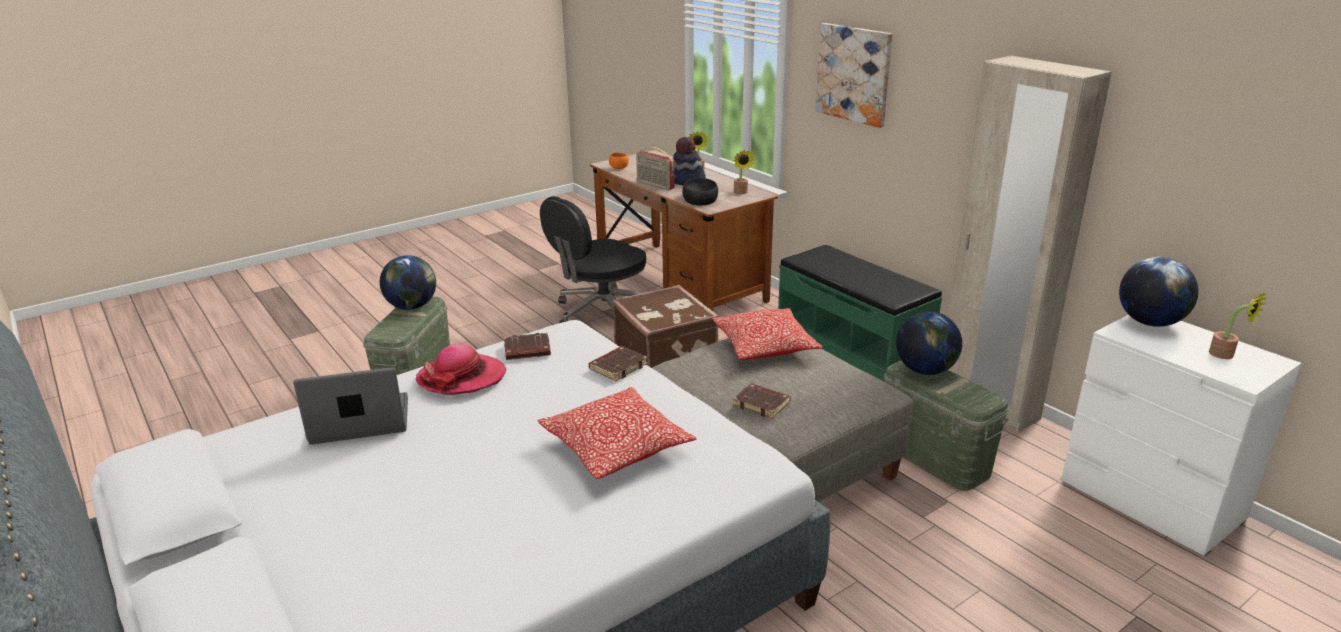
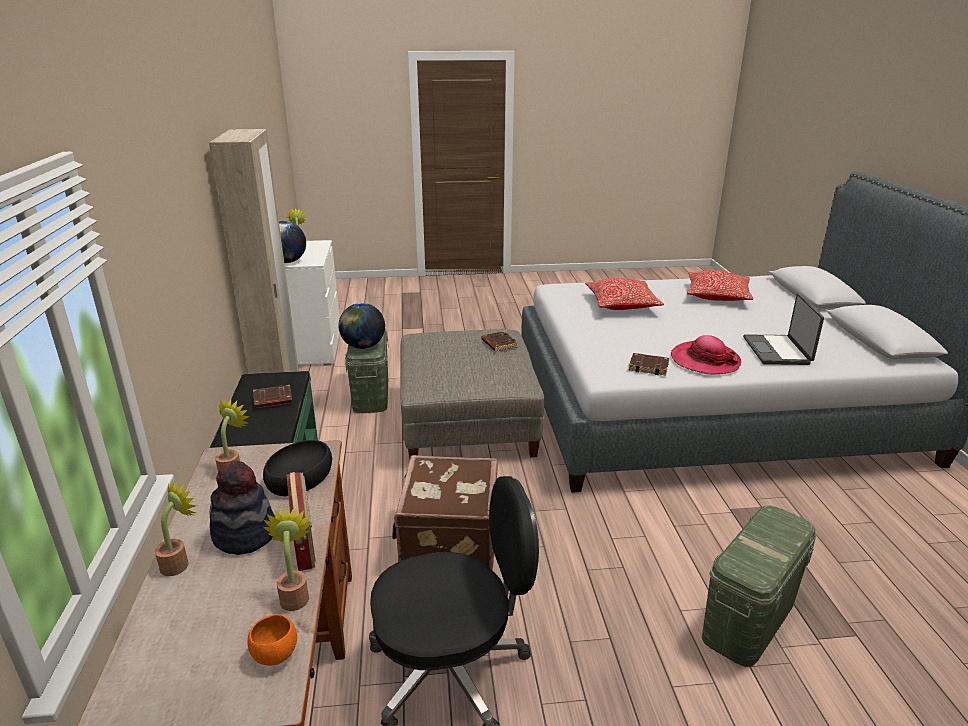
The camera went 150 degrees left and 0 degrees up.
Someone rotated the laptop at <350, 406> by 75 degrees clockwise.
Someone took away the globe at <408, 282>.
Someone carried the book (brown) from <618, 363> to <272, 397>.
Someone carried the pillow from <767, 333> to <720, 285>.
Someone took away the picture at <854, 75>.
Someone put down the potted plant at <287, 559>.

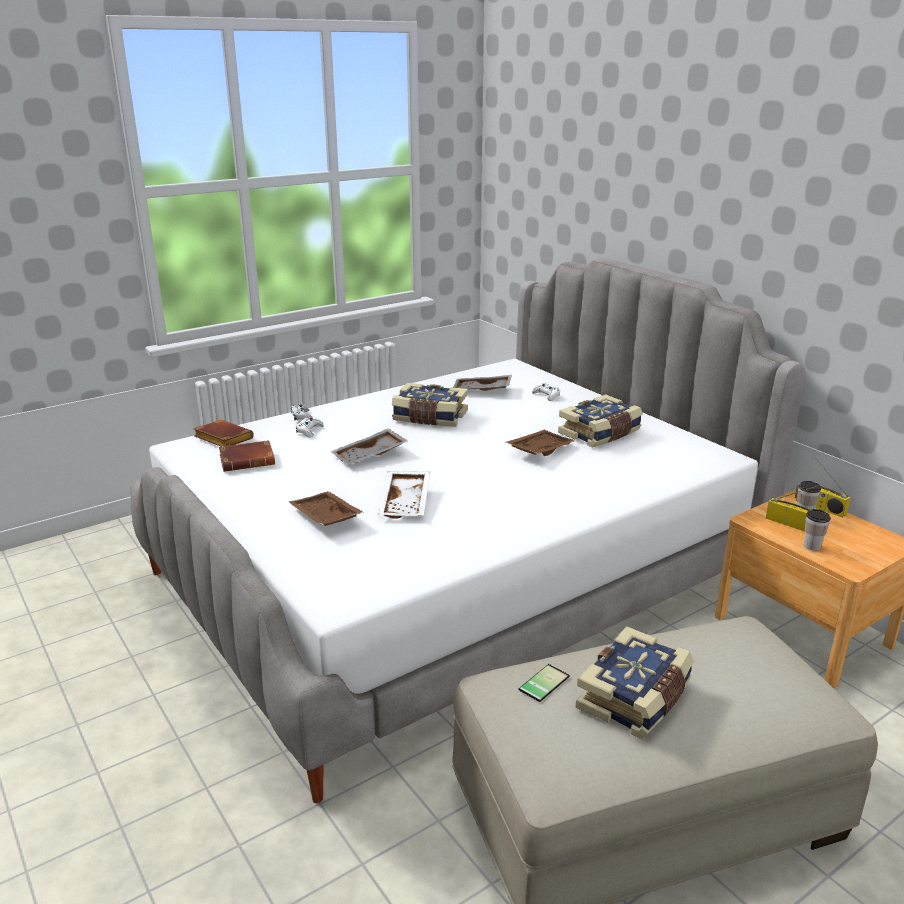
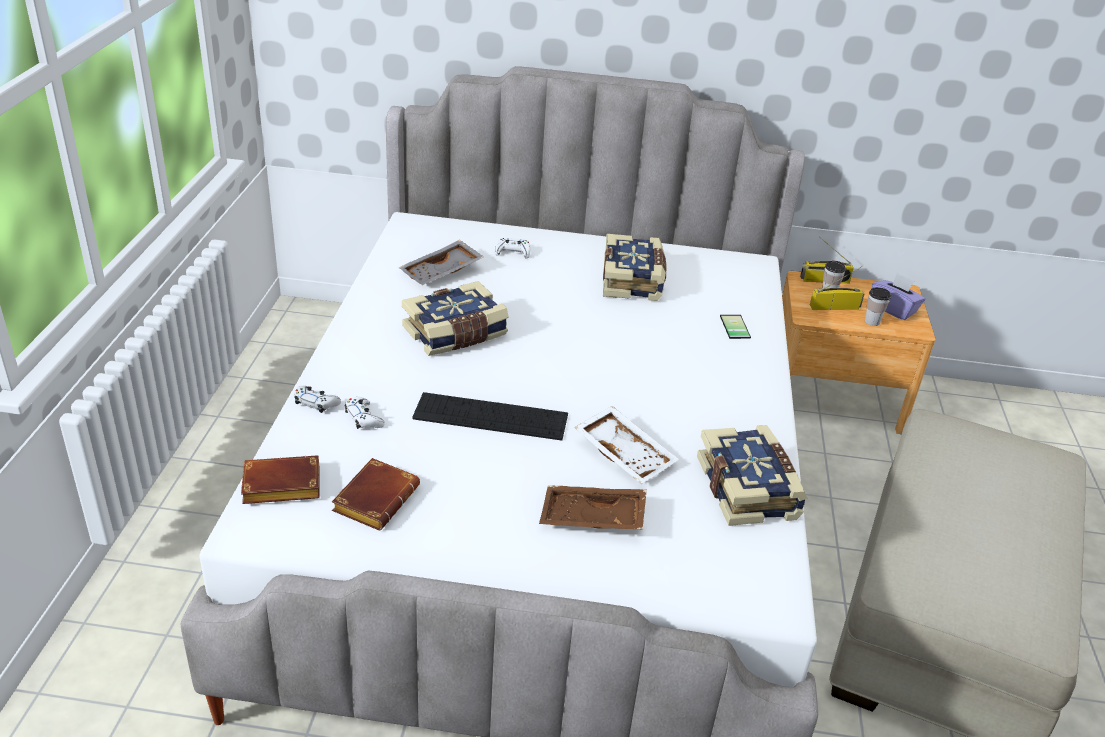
The camera went 50 degrees left and 10 degrees up.
Someone swapped the tray (grey) at <369, 447> for the keyboard at <490, 416>.
Someone took away the tray (brown) at <540, 442>.
Someone carried the phone from <544, 683> to <735, 327>.
Someone carried the book from <635, 682> to <752, 475>.
Someone put down the tissue box (purple) at <899, 296>.

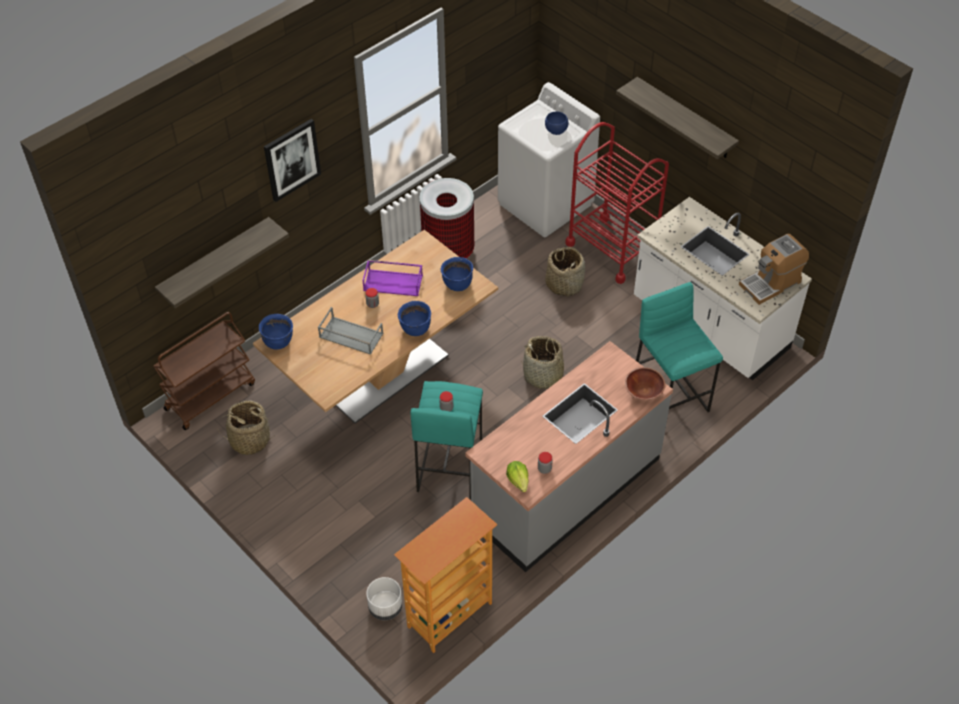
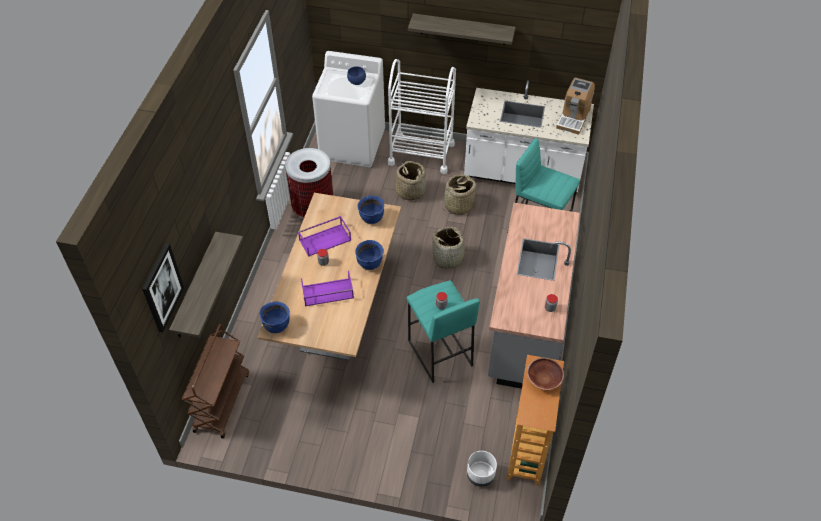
The camera went 35 degrees left and 0 degrees up.
Someone carried the basket from <246, 428> to <460, 194>.
Someone carried the picture from <292, 160> to <163, 287>.
Someone repainted the tray (grey) at <350, 331>, which became the tray (purple) at <327, 288>.
Someone took away the lettuce at <517, 476>.
Someone repainted the cart (red) at <617, 203>, which became the cart (white) at <422, 116>.
Someone carried the bowl (brown) from <645, 383> to <545, 374>.

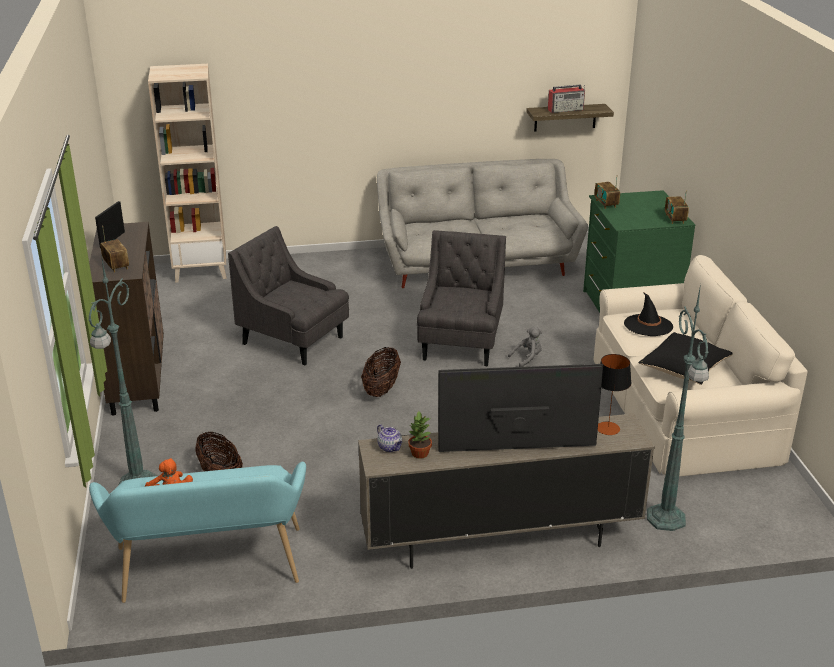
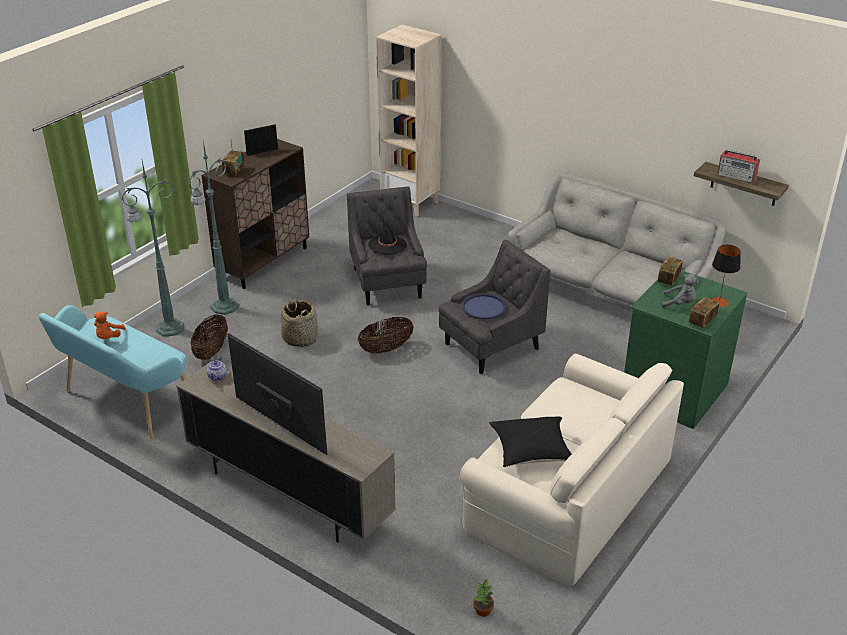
The camera went 45 degrees right and 5 degrees up.
Someone carried the potted plant from <420, 435> to <483, 597>.
Someone carried the plush toy (grey) from <525, 347> to <679, 291>.
Someone carried the table lamp from <614, 394> to <726, 276>.
Someone carried the hat (black) from <648, 314> to <387, 235>.
Someone carried the floor lamp (green) from <678, 407> to <214, 228>.
Someone put down the basket at <299, 323>.
Someone put down the tray (blue) at <484, 306>.

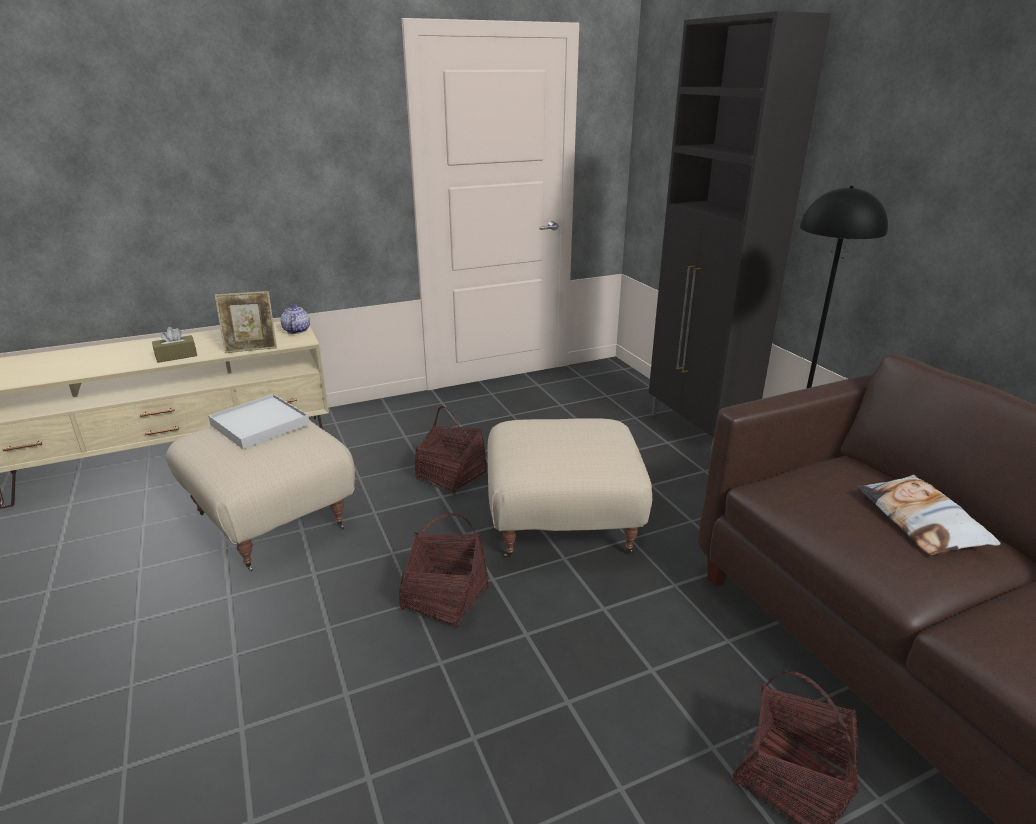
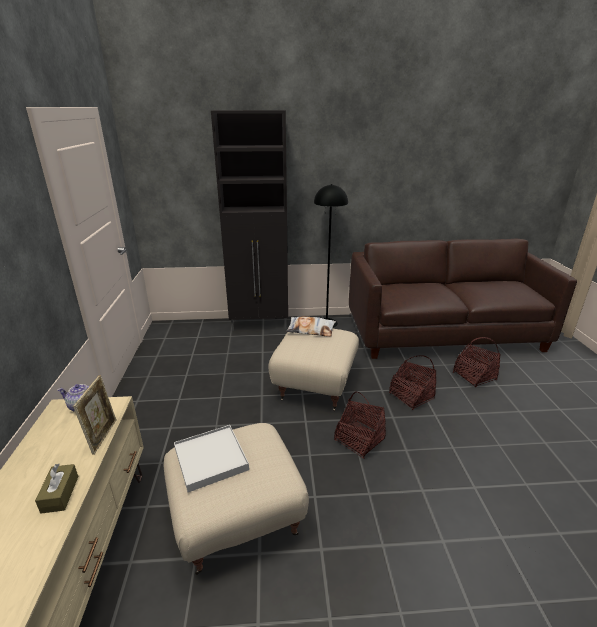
The camera went 70 degrees left and 0 degrees up.
Someone carried the basket from <450, 450> to <412, 382>.
Someone carried the pillow from <929, 515> to <311, 327>.

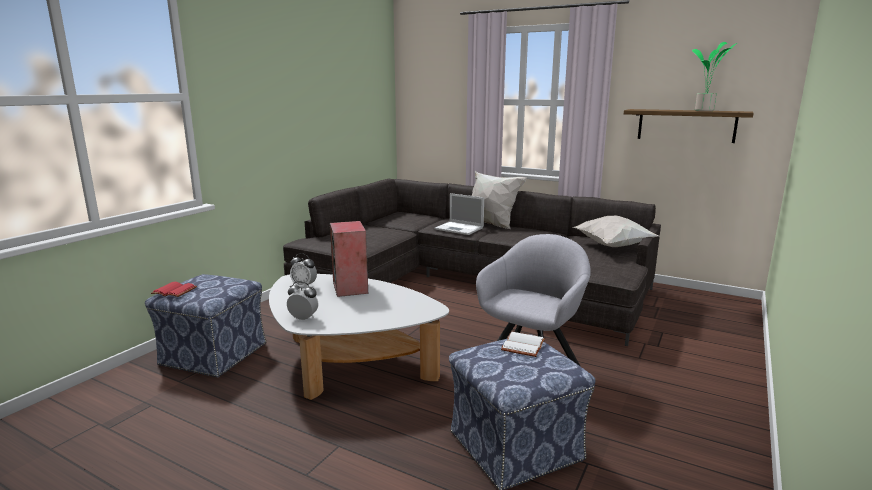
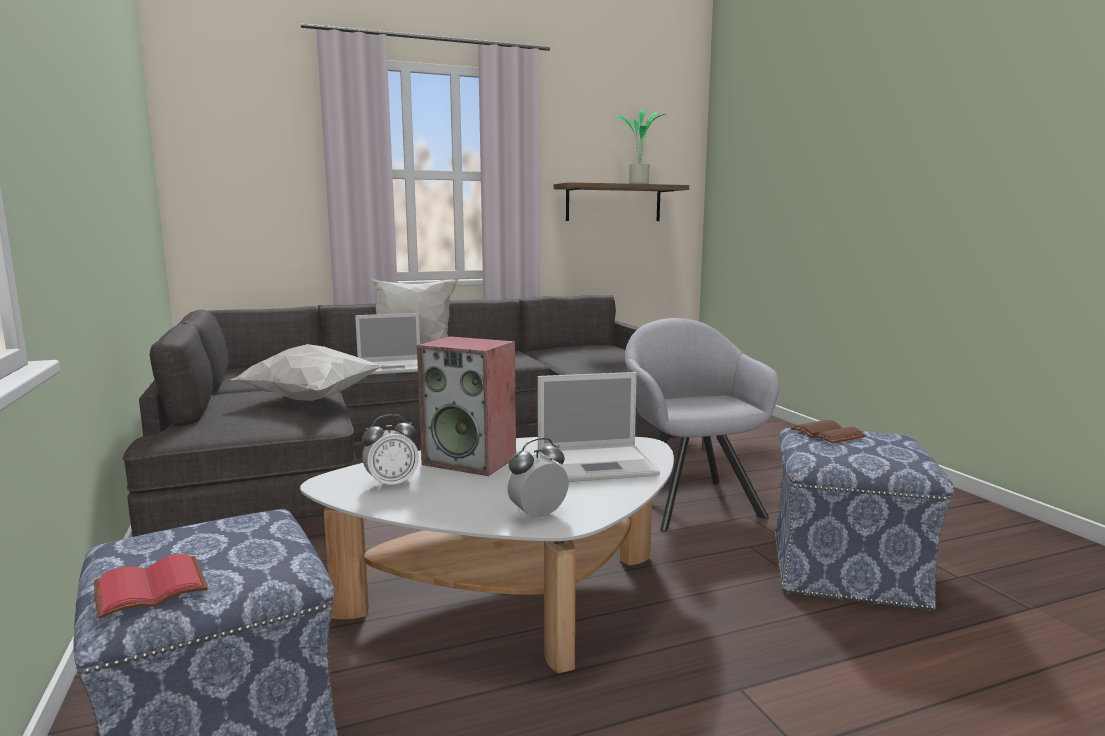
The camera went 50 degrees left and 5 degrees down.
Someone repainted the book (white) at <523, 344>, which became the book (brown) at <828, 431>.
Someone carried the pillow (white) from <616, 231> to <306, 372>.
Someone put down the laptop at <598, 427>.

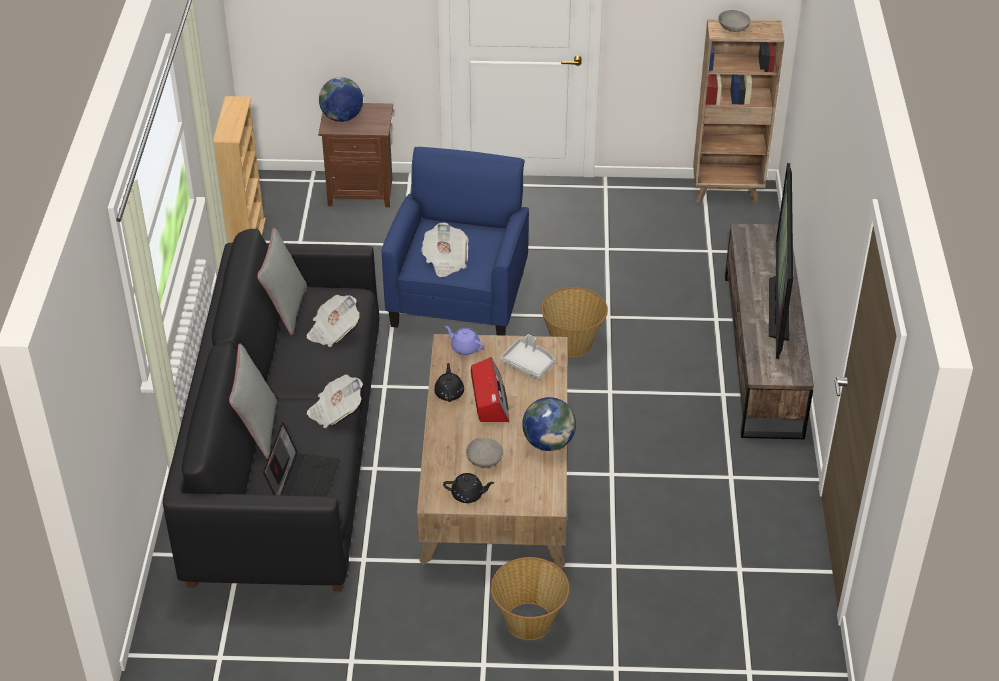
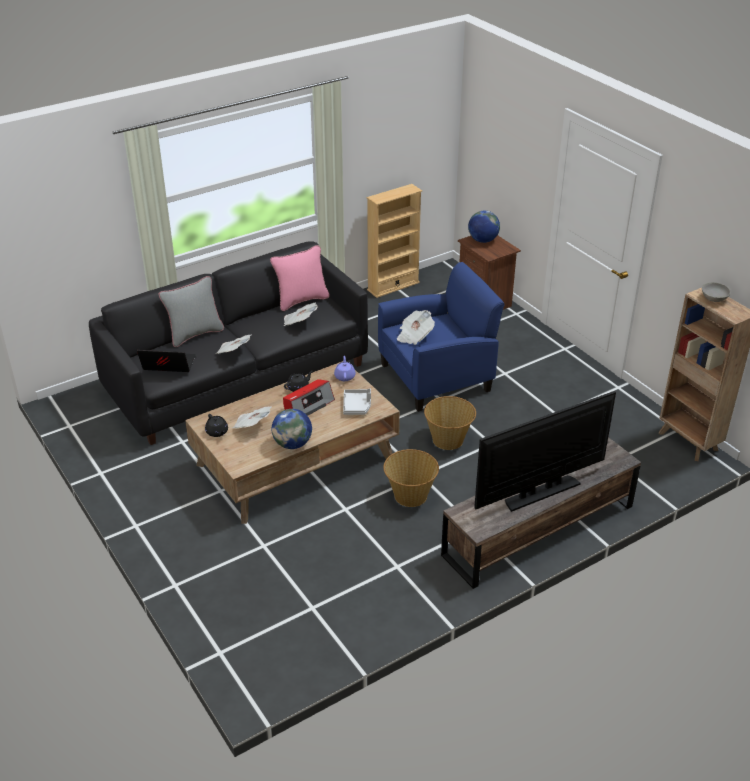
The camera went 55 degrees right and 5 degrees down.
Someone repainted the pillow (grey) at <282, 281>, which became the pillow (pink) at <300, 278>.
Someone rotated the laptop at <301, 459> by 150 degrees counterclockwise.
Someone swapped the bowl (grey) at <485, 452> for the newspaper at <252, 417>.
Someone carried the basket from <530, 598> to <411, 478>.

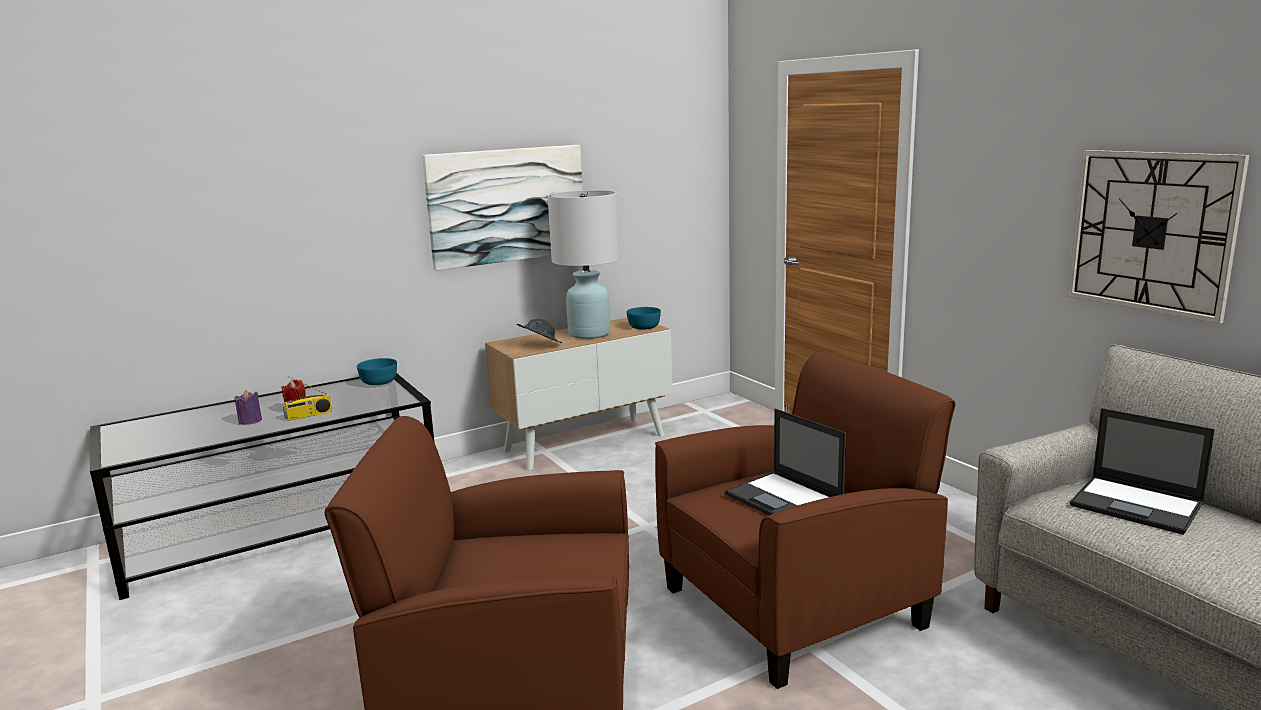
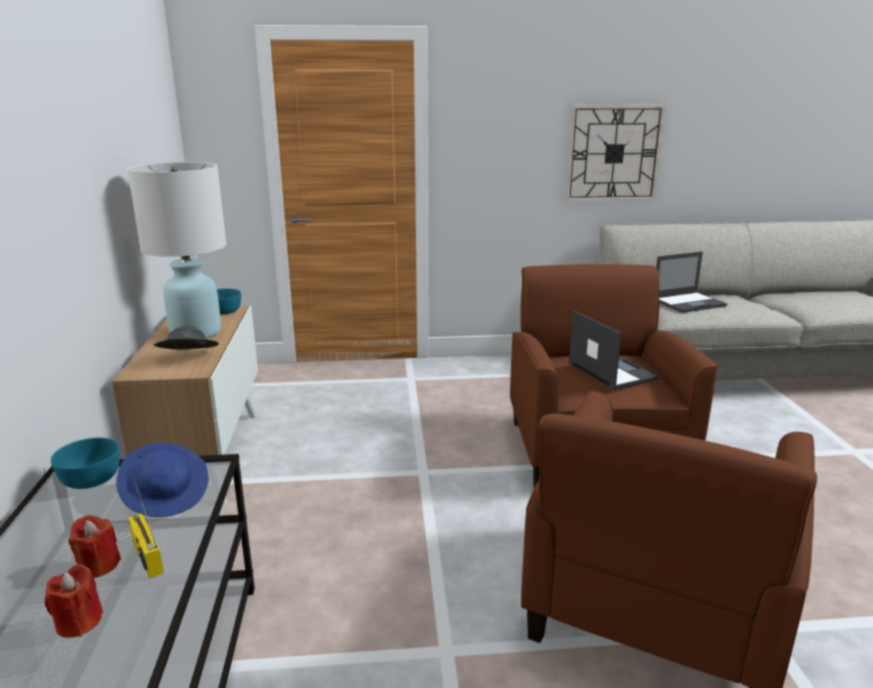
The camera went 65 degrees left and 5 degrees up.
Someone repainted the candle (purple) at <248, 407>, which became the candle (red) at <74, 601>.
Someone rotated the radio at <307, 398> by 150 degrees clockwise.
Someone took away the picture at <502, 208>.
Someone rotated the laptop at <785, 462> by 105 degrees counterclockwise.
Someone put down the hat (blue) at <162, 479>.

